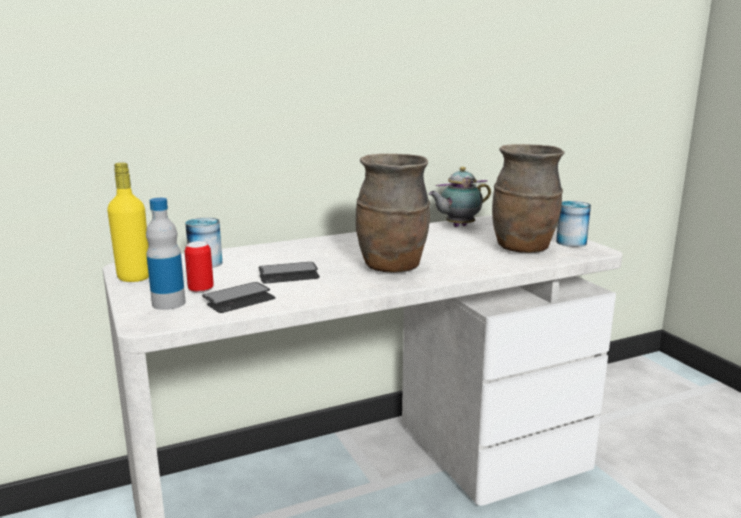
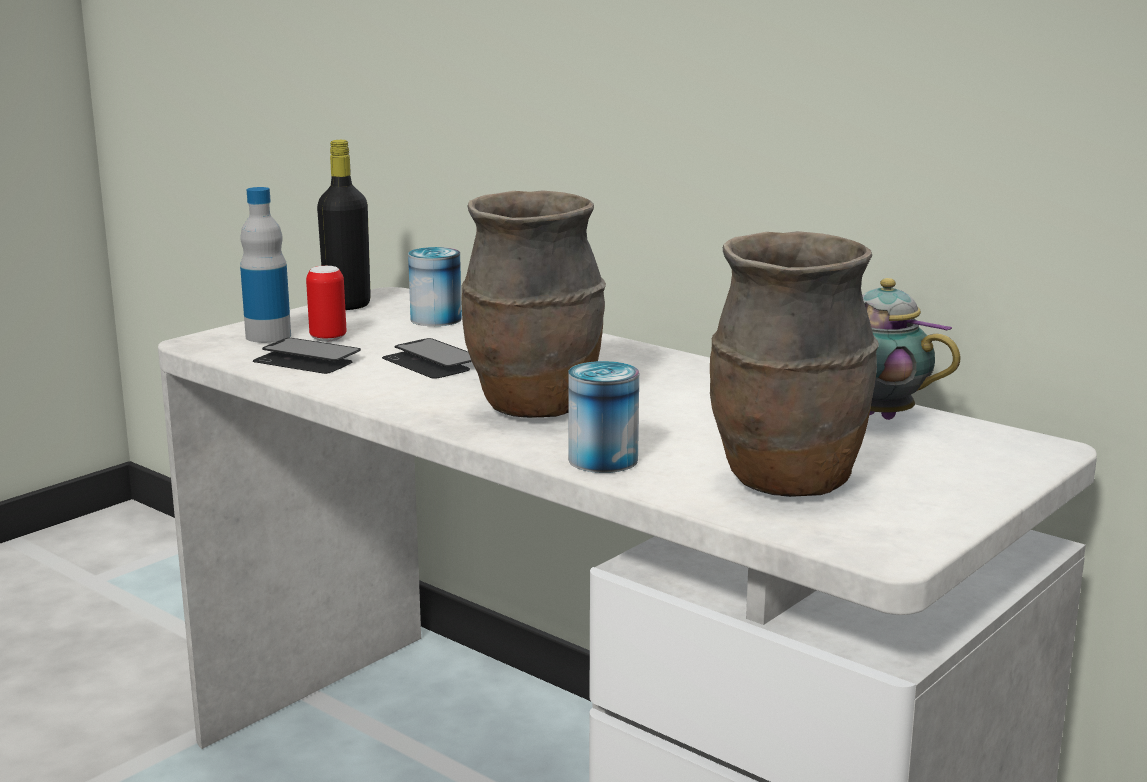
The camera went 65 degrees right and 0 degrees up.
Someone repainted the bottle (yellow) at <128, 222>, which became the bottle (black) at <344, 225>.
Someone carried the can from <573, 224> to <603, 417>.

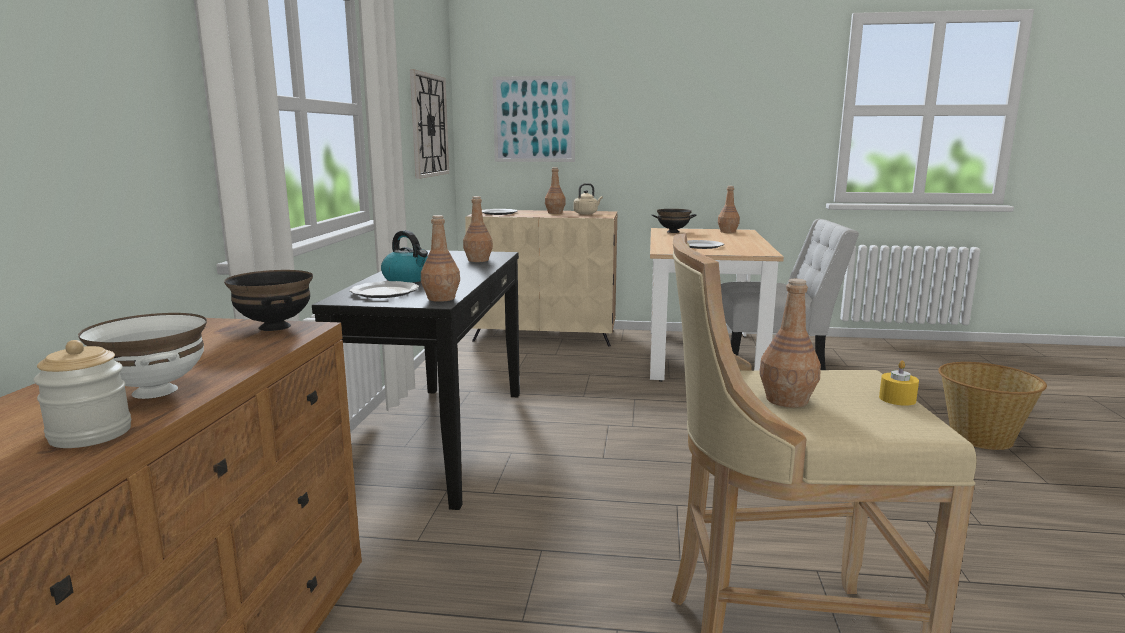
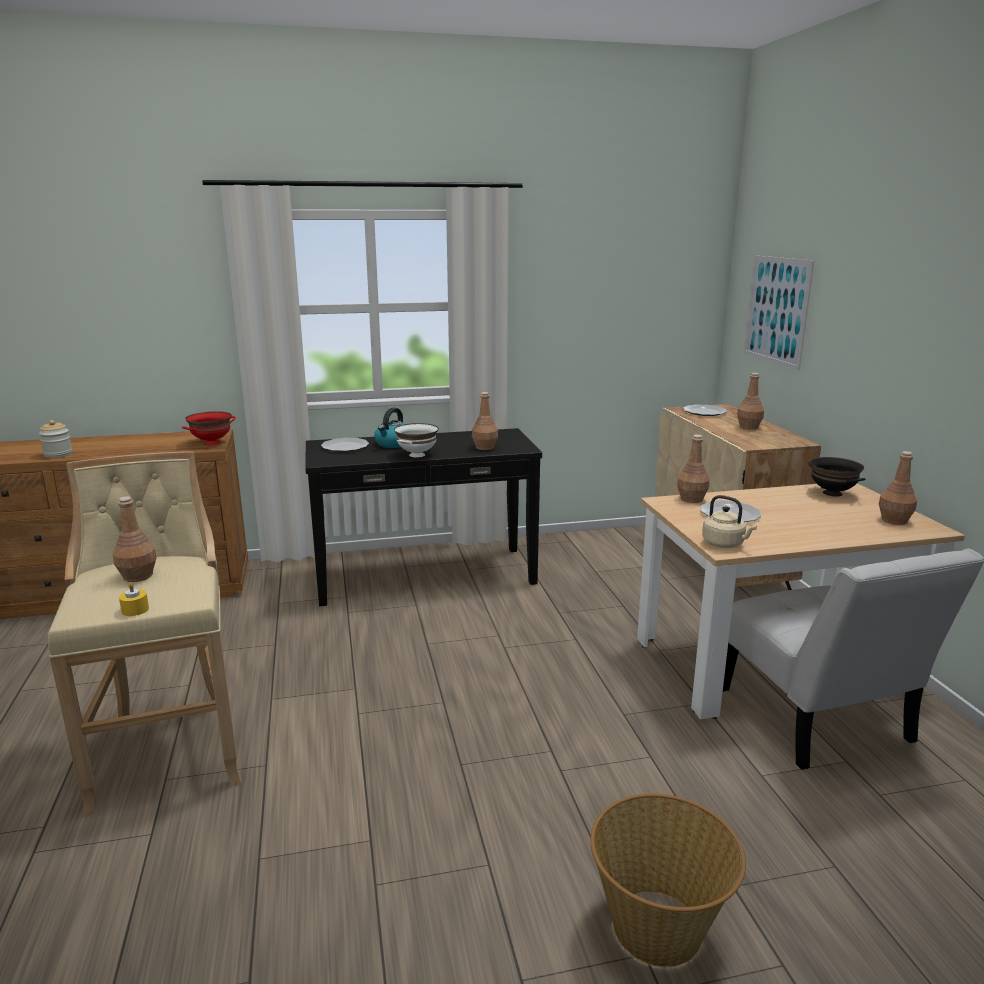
The camera went 70 degrees right and 5 degrees up.
Someone carried the bowl (white) from <142, 356> to <416, 440>.
Someone repainted the bowl (black) at <268, 300>, which became the bowl (red) at <209, 428>.
Someone took away the wall clock at <429, 124>.
Someone carried the bottle (brown) from <440, 258> to <693, 468>.
Someone carried the kettle (beige) from <588, 199> to <729, 521>.

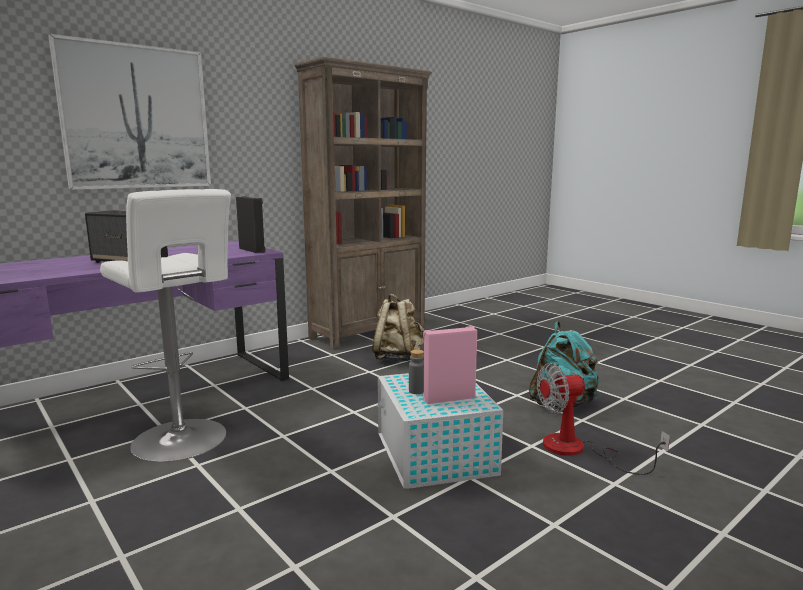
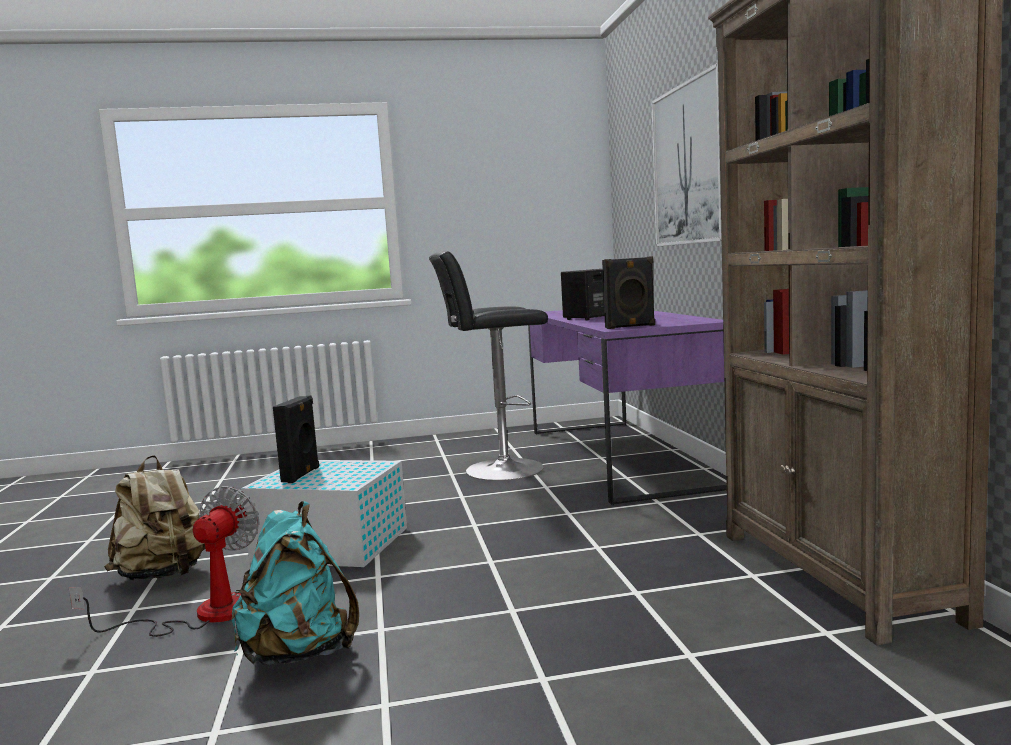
The camera went 120 degrees right and 5 degrees down.
Someone repainted the stool (white) at <165, 325>, which became the stool (black) at <488, 366>.
Someone carried the backpack (beige) from <398, 328> to <154, 518>.
Someone took away the bottle (grey) at <416, 372>.
Someone repainted the speaker (pink) at <450, 365>, which became the speaker (black) at <296, 439>.

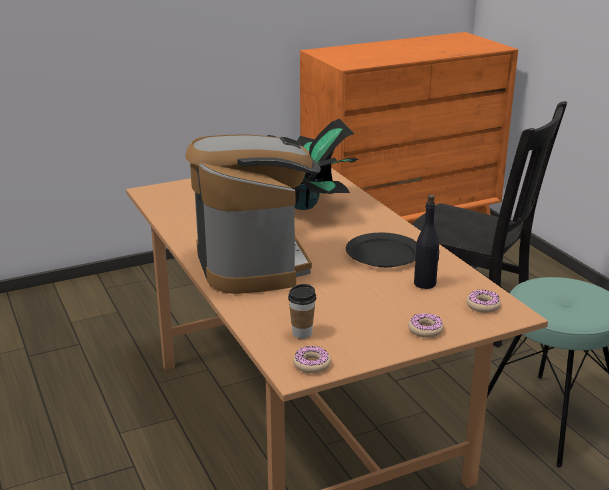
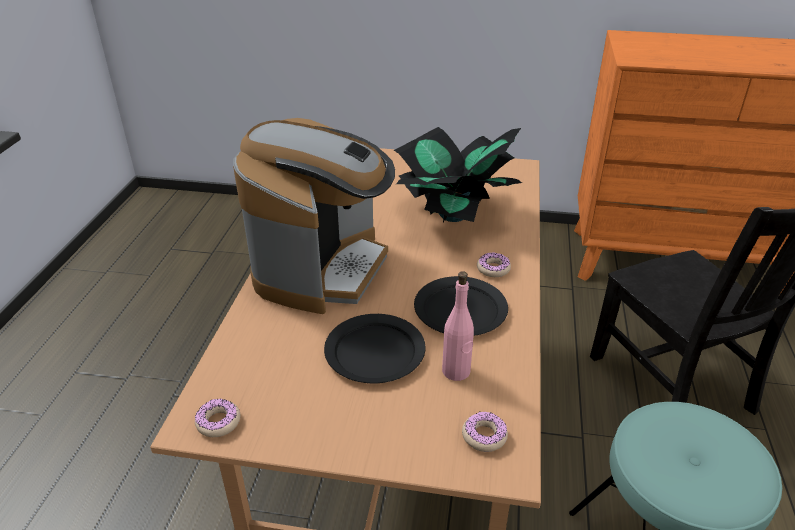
The camera went 35 degrees right and 10 degrees up.
Someone took away the cup at <302, 311>.
Someone carried the donut from <426, 325> to <494, 264>.
Someone repainted the bottle (black) at <427, 241>, which became the bottle (pink) at <458, 326>.
Someone put down the plate (black) at <374, 348>.

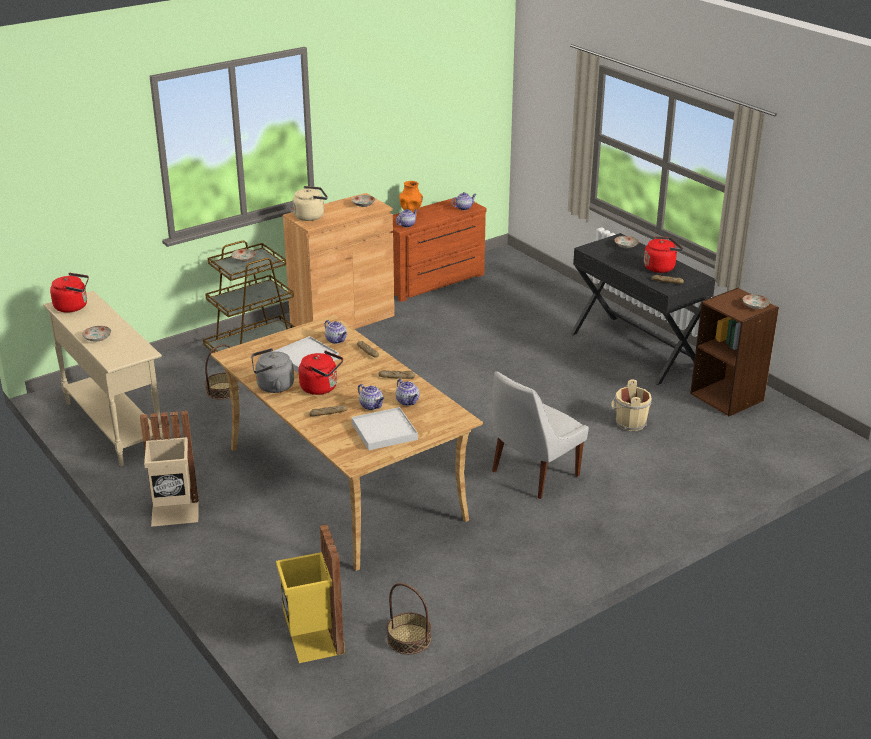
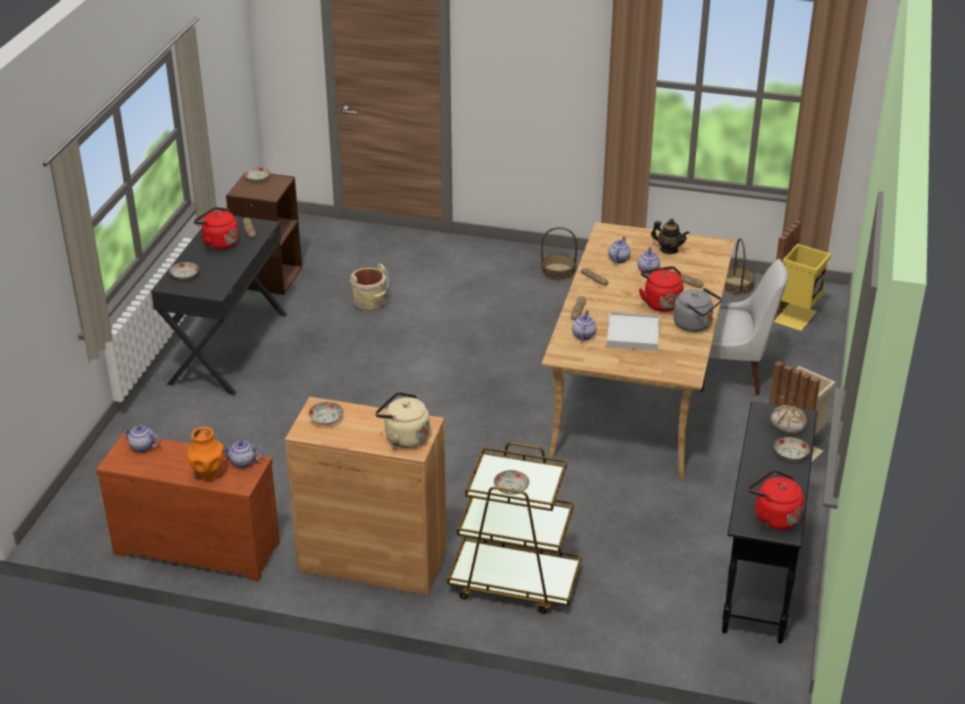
The camera went 130 degrees left and 5 degrees up.
Someone repainted the console table (beige) at <103, 378>, which became the console table (black) at <769, 522>.
Someone carried the basket from <222, 372> to <559, 254>.
Someone swapped the tray (white) at <385, 429> for the teapot at <670, 236>.
Someone carried the chair (white) from <540, 435> to <744, 327>.
Someone put down the bread at <788, 419>.

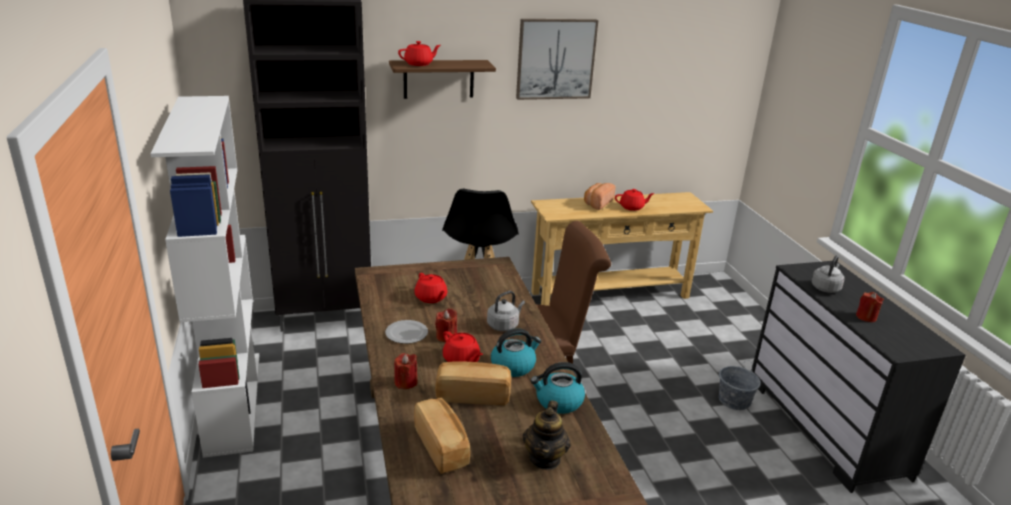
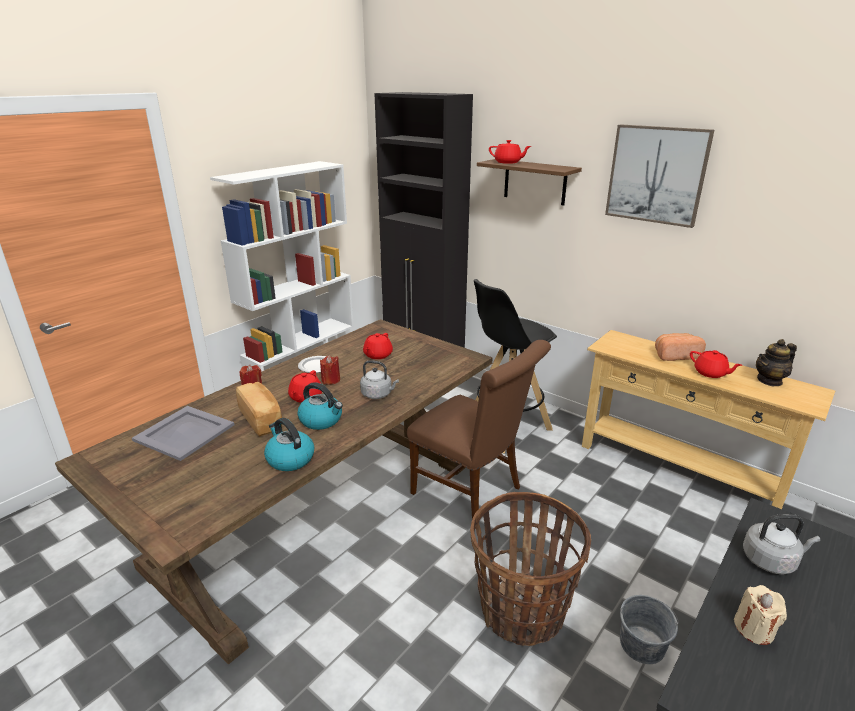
The camera went 55 degrees right and 0 degrees up.
Someone swapped the bread at <442, 436> for the tray (grey) at <183, 433>.
Someone carried the teapot from <547, 435> to <776, 362>.
Someone repainted the candle (red) at <870, 307>, which became the candle (beige) at <760, 615>.
Someone put down the basket at <530, 569>.

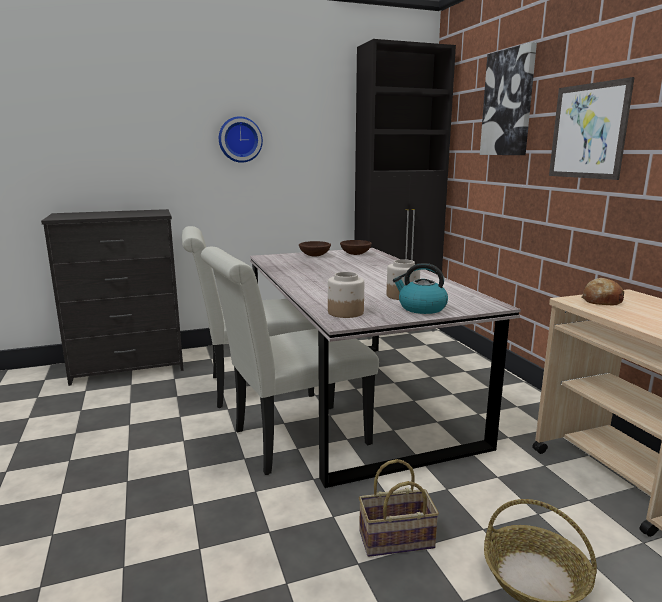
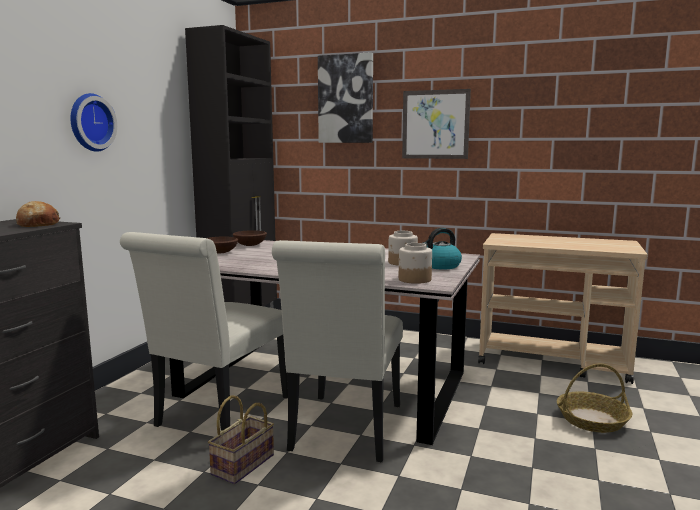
The camera went 50 degrees left and 5 degrees down.
Someone carried the basket from <399, 508> to <241, 439>.
Someone carried the bread from <602, 291> to <38, 214>.

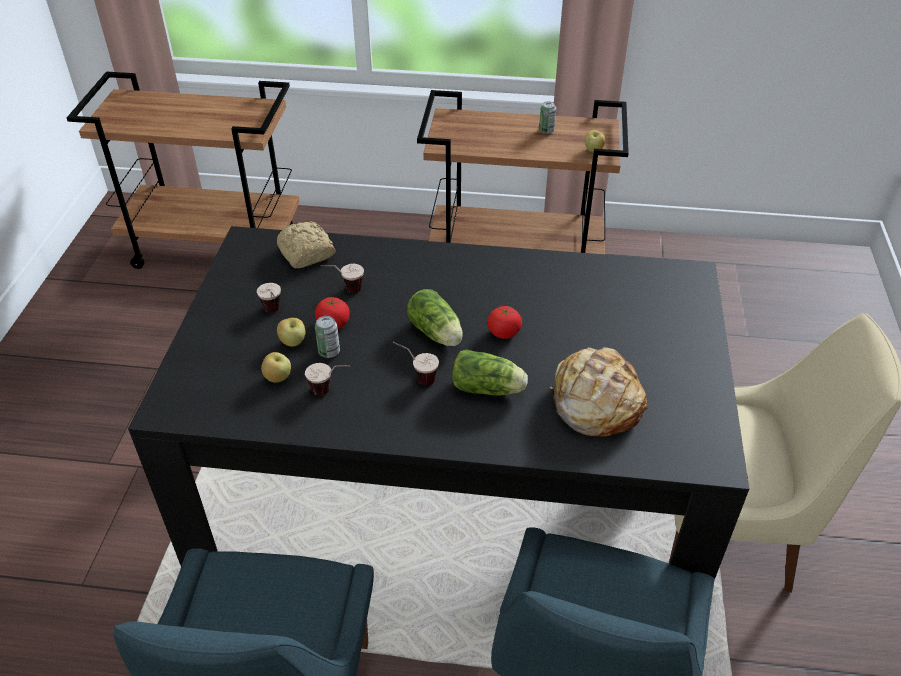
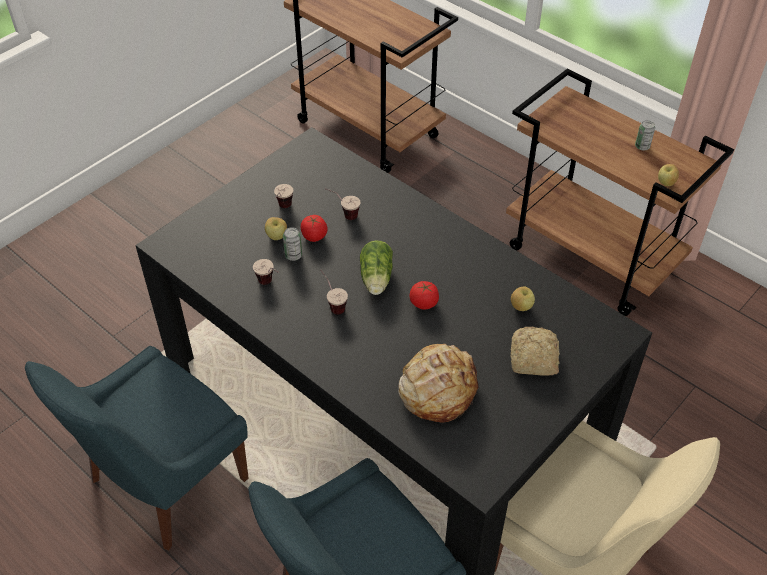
The camera went 35 degrees right and 5 degrees up.
Someone carried the apple from <276, 367> to <523, 299>.
Someone carried the bread from <306, 244> to <535, 351>.
Someone took away the lettuce at <490, 372>.

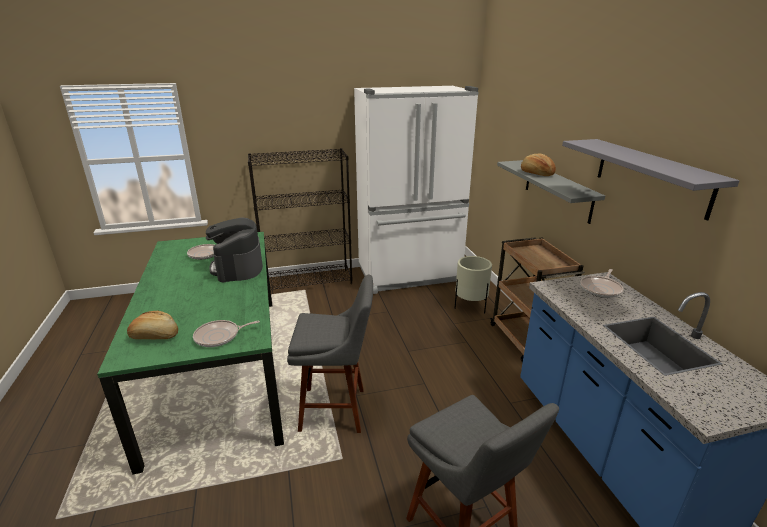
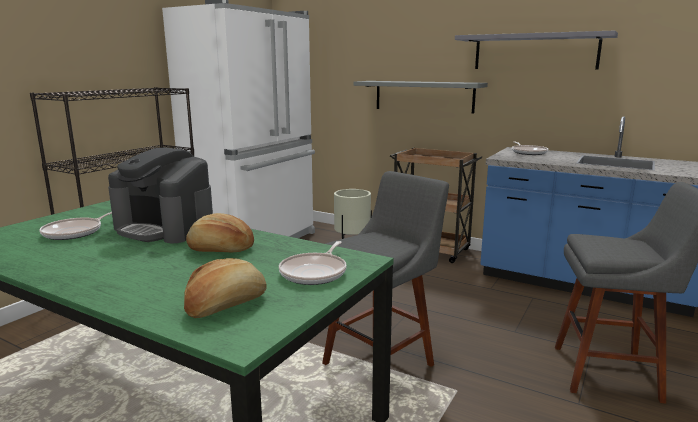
The camera went 45 degrees left and 10 degrees down.
Someone carried the bread from <538, 165> to <220, 232>.

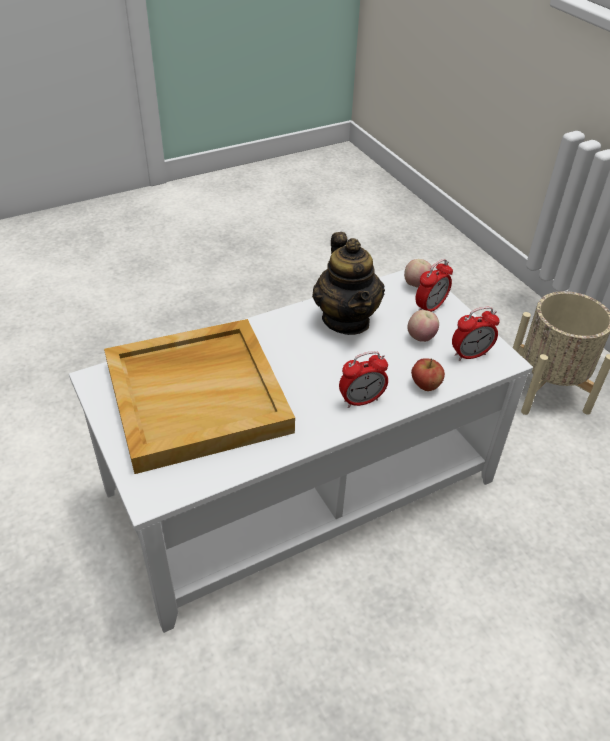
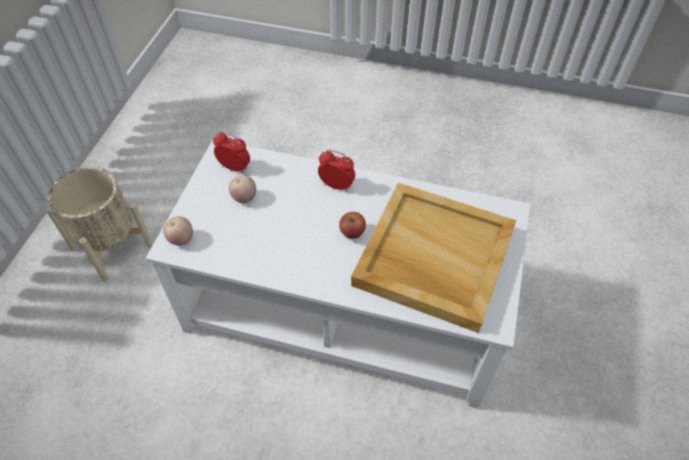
The camera went 135 degrees left and 10 degrees up.
Someone took away the teapot at <348, 283>.
Someone carried the apple from <428, 374> to <352, 225>.
Someone took away the alarm clock at <434, 285>.

